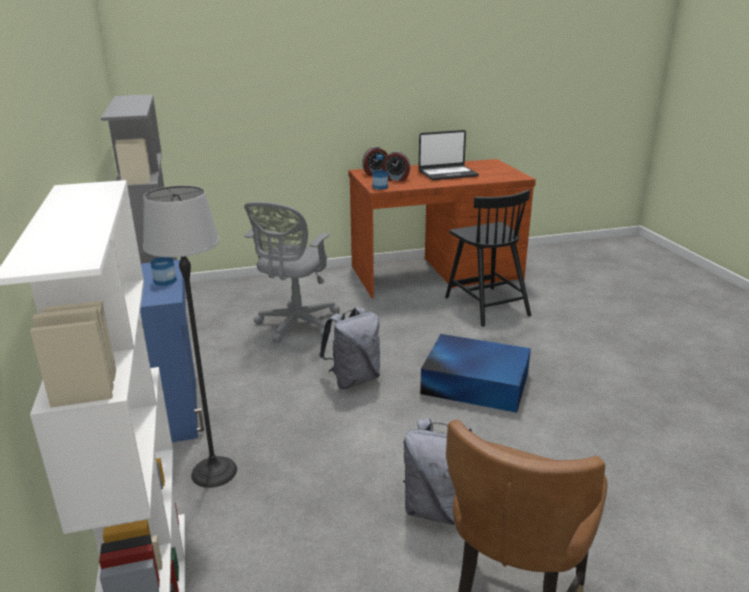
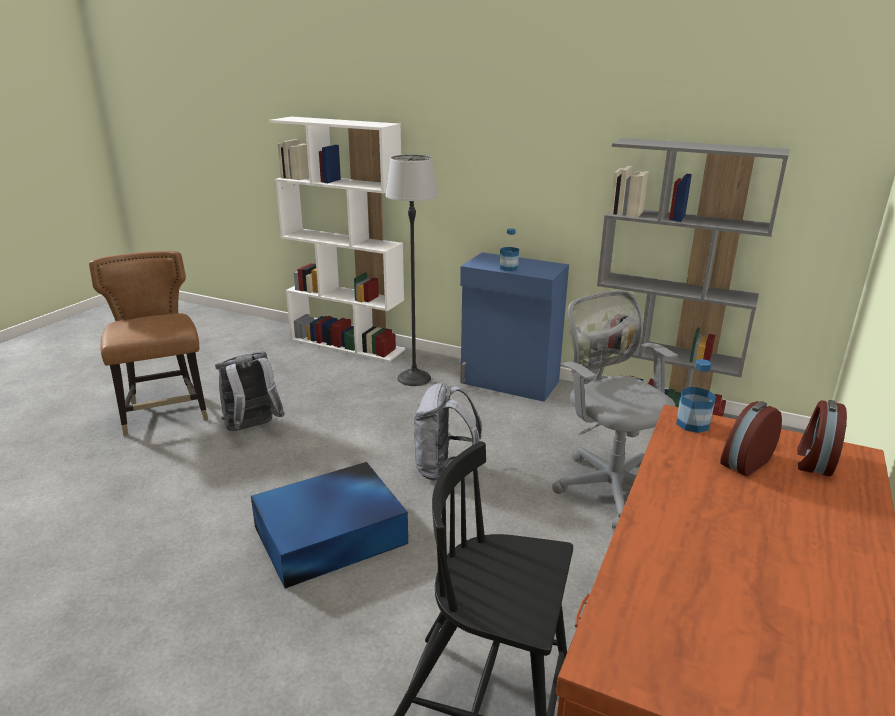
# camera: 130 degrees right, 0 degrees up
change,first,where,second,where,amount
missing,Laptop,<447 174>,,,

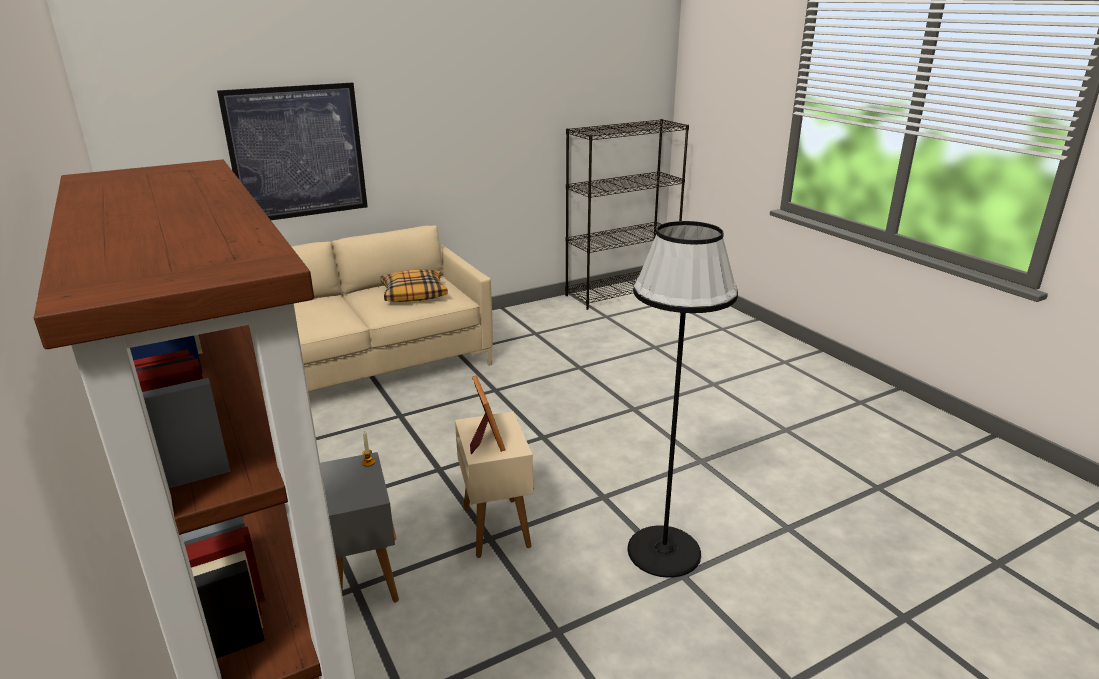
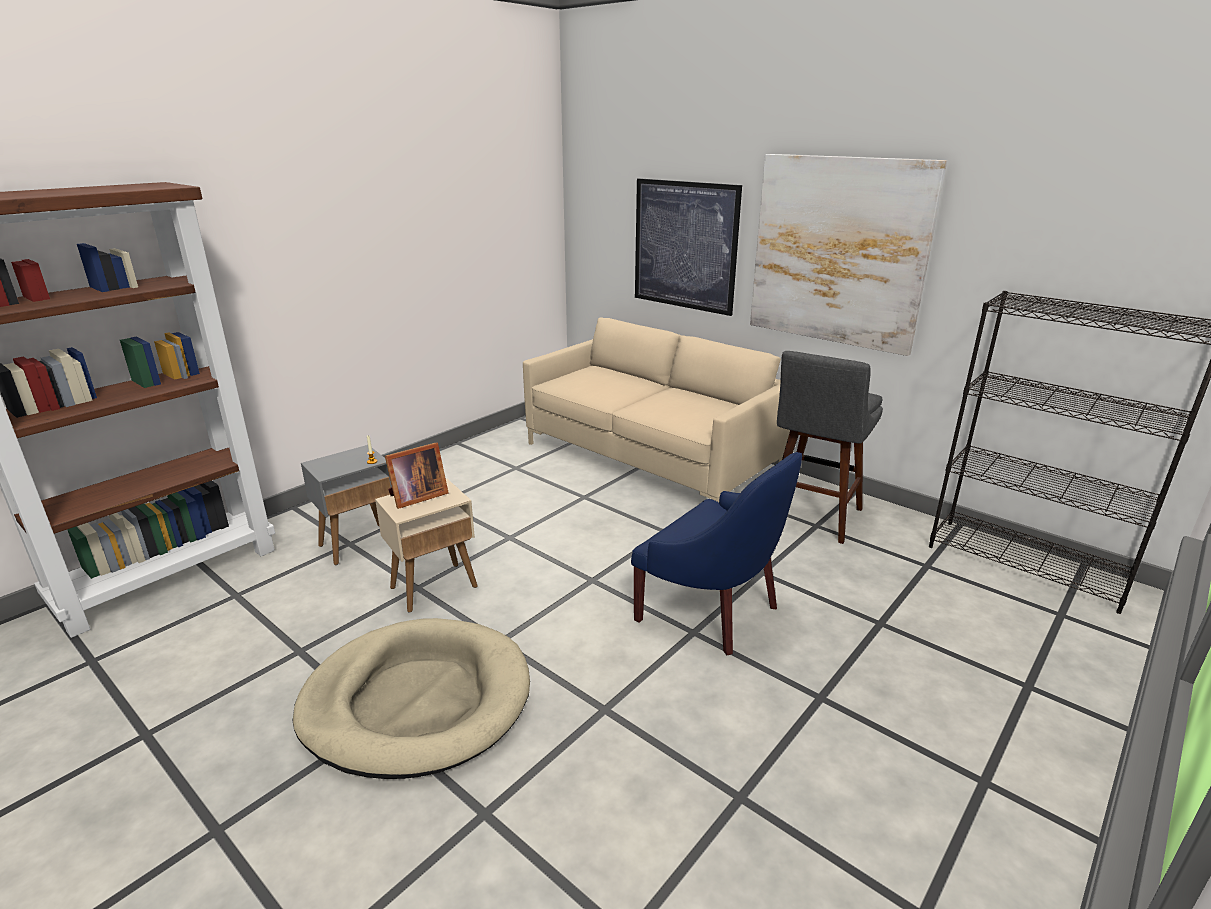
# camera: 70 degrees right, 0 degrees up
change,first,where,second,where,amount
missing,Pillow,<414 294>,,,
appeared,,,BlueArmchair,<713 611>,
appeared,,,Picture,<838 252>,
appeared,,,GreyStool,<812 518>,
exchanged,BlackFloorLamp,<664 551>,BeigeDogBed,<417 701>,

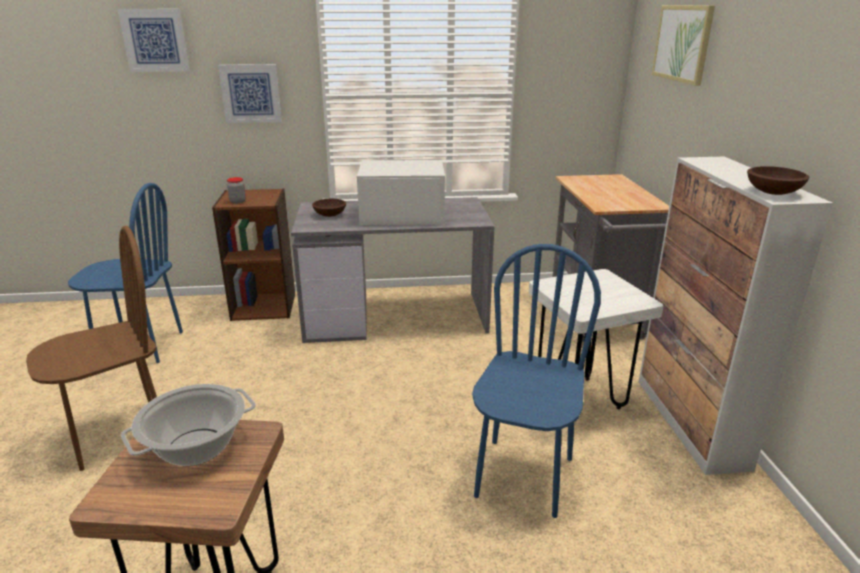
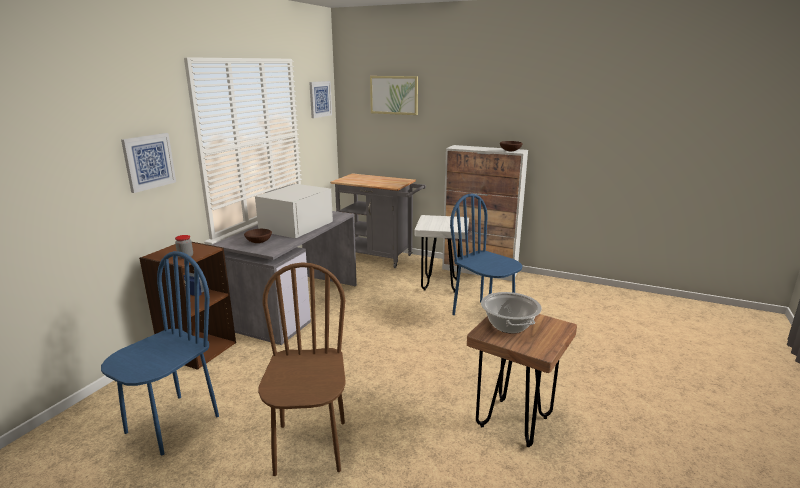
# camera: 60 degrees left, 5 degrees down
change,first,where,second,where,amount
relocated,Picture,<155 40>,,<320 99>,

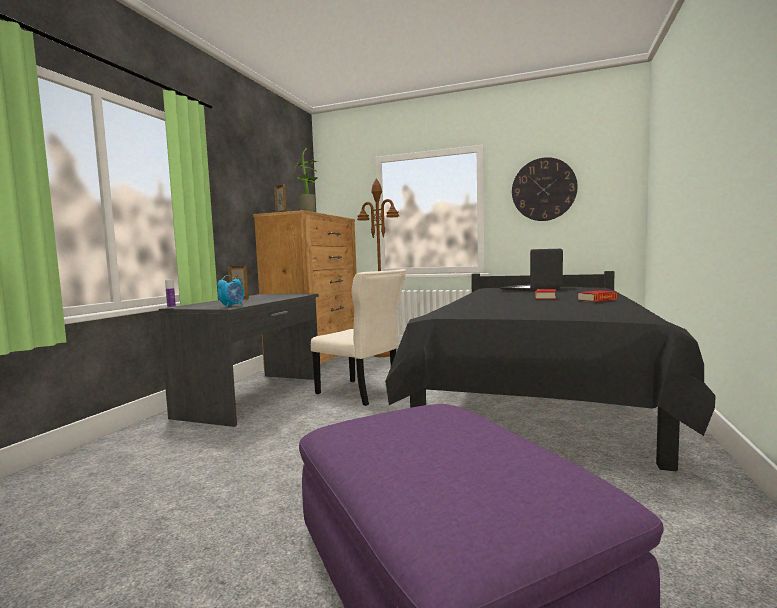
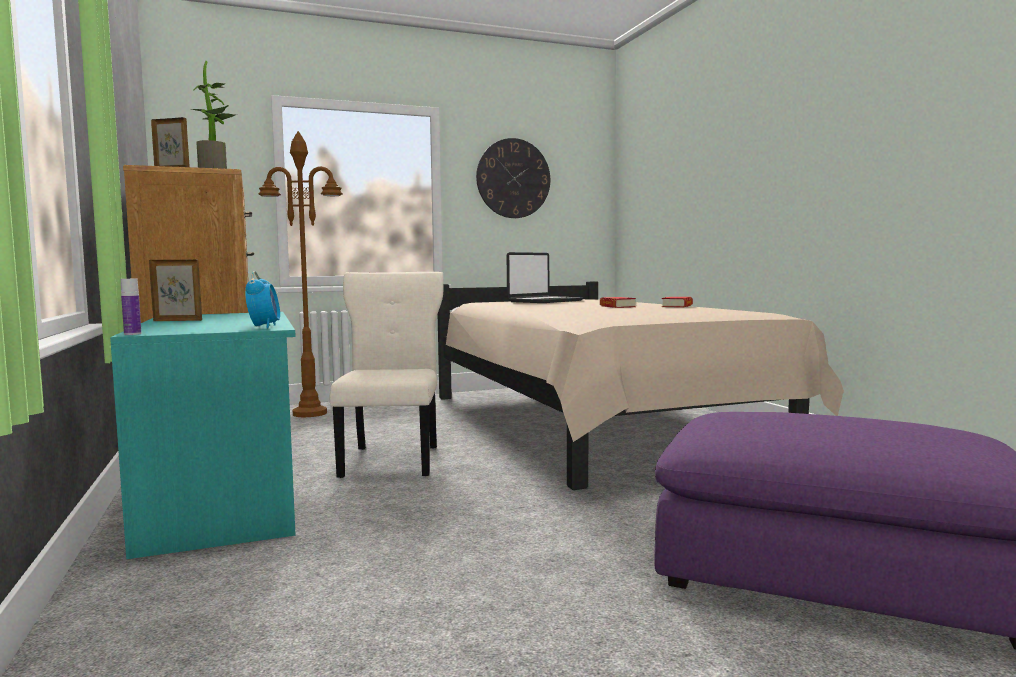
# camera: 40 degrees left, 0 degrees up
change,first,where,second,where,amount
colour,GreyDesk,<255 396>,TurquoiseDesk,<225 496>,
colour,BlackBed,<536 395>,BeigeBed,<594 425>,
spun,BeigeChair,<361 393>,,<392 459>,90 degrees counterclockwise
spun,Laptop,<532 289>,,<544 301>,150 degrees counterclockwise

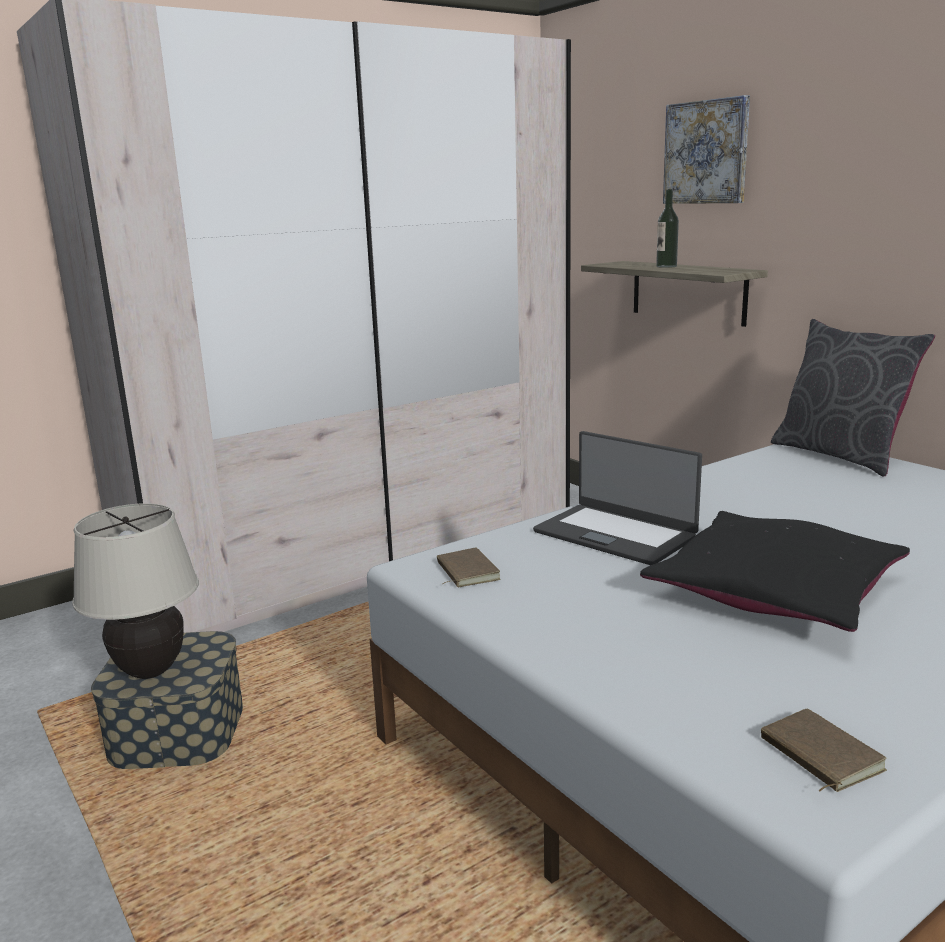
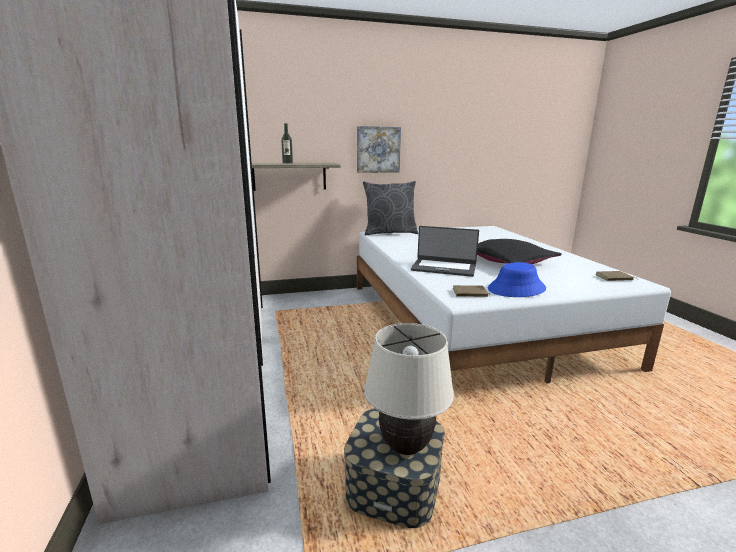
# camera: 70 degrees left, 0 degrees up
change,first,where,second,where,amount
appeared,,,BlueHat,<516 289>,
relocated,Picture,<706 152>,,<378 149>,
spun,Laptop,<615 534>,,<444 268>,45 degrees clockwise

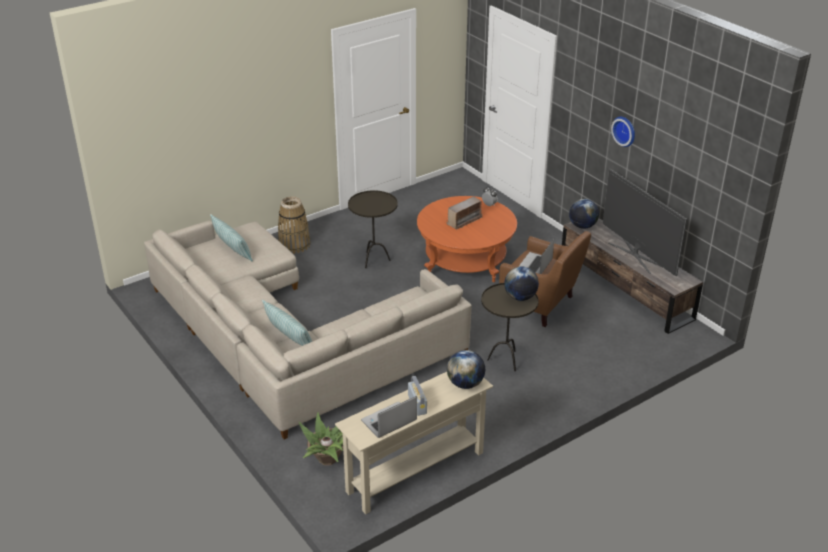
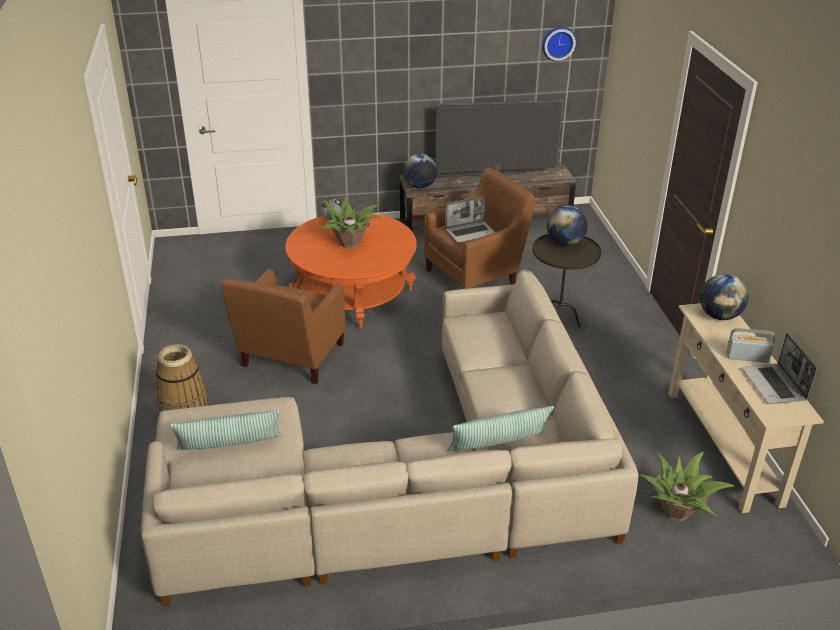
# camera: 65 degrees left, 0 degrees up
change,first,where,second,where,amount
relocated,WallClock,<625 131>,,<558 43>,
exchanged,BrownSideTable,<374 260>,BrownArmchair,<289 359>,
exchanged,Radio,<464 221>,PottedPlant,<350 244>,
spun,Laptop,<535 266>,,<470 232>,75 degrees counterclockwise

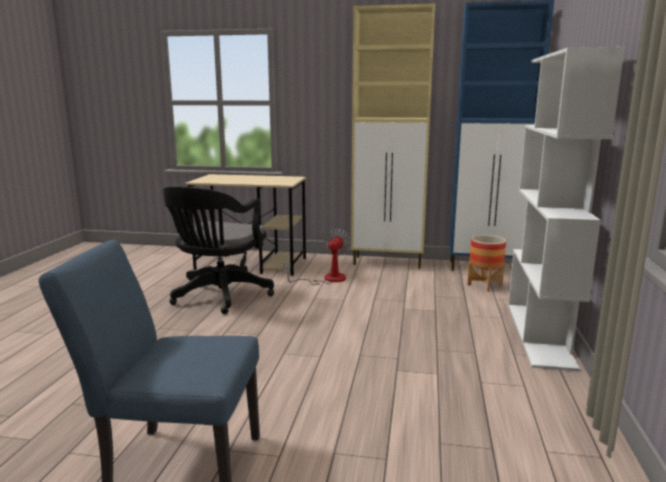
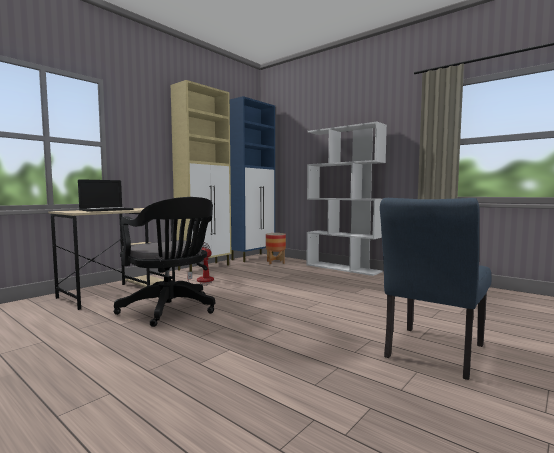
# camera: 60 degrees left, 10 degrees down
change,first,where,second,where,amount
appeared,,,Laptop,<106 210>,

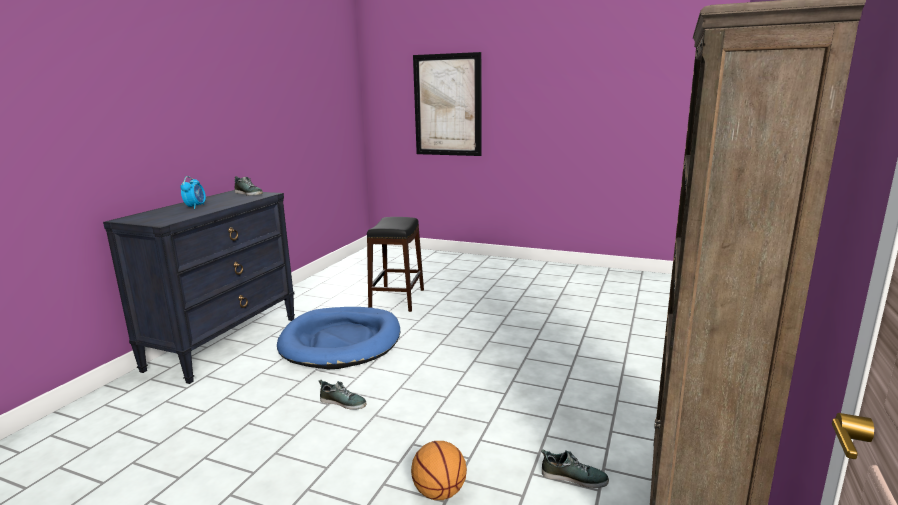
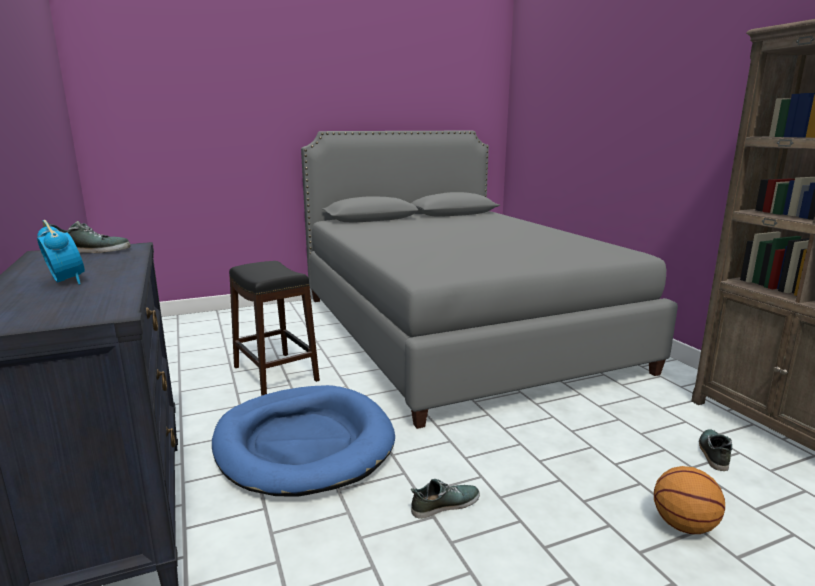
# camera: 45 degrees left, 0 degrees up
change,first,where,second,where,amount
missing,Picture,<447 105>,,,
appeared,,,GreyBed,<456 331>,
spun,Shoe,<574 477>,,<713 453>,45 degrees counterclockwise

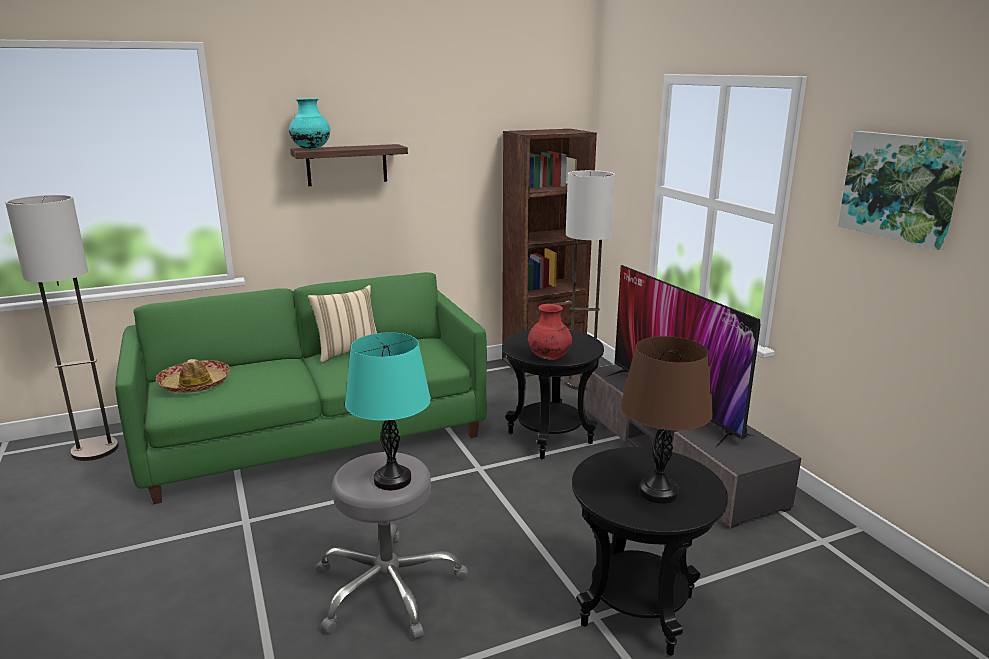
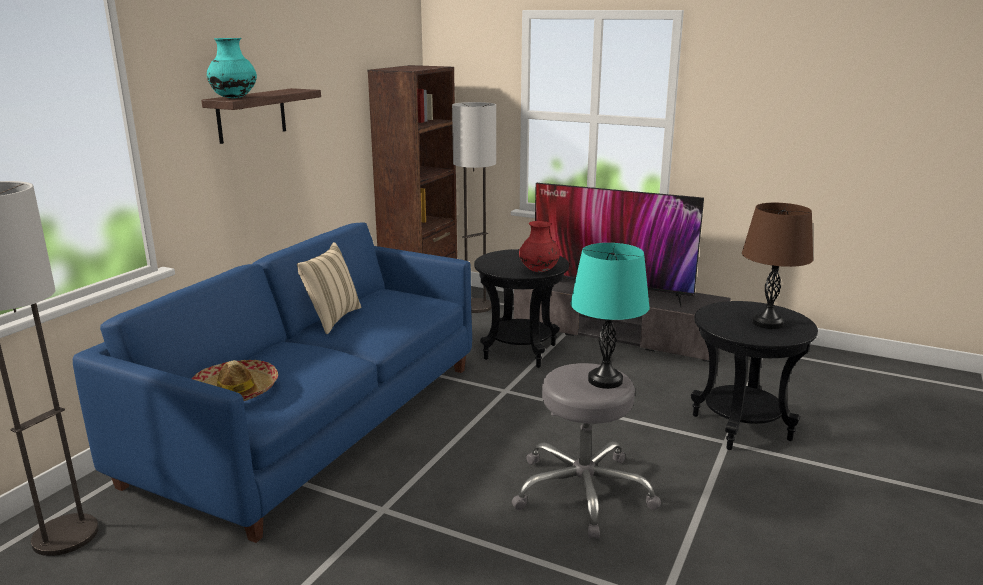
# camera: 40 degrees left, 0 degrees up
change,first,where,second,where,amount
missing,Picture,<900 187>,,,
colour,GreenSofa,<315 434>,BlueSofa,<314 421>,

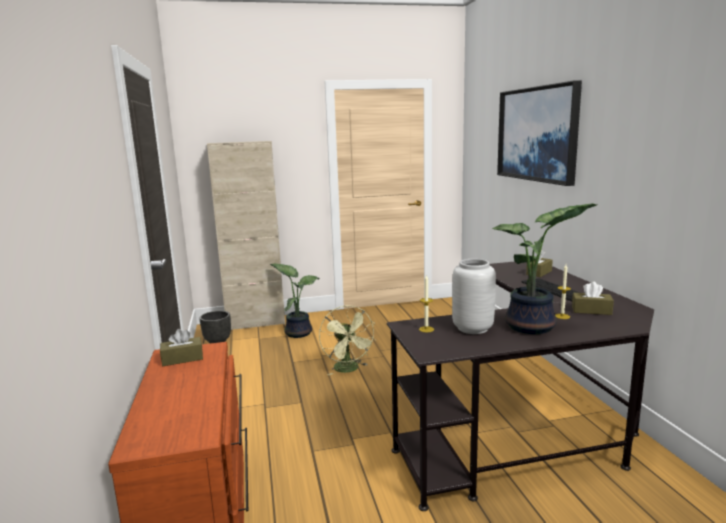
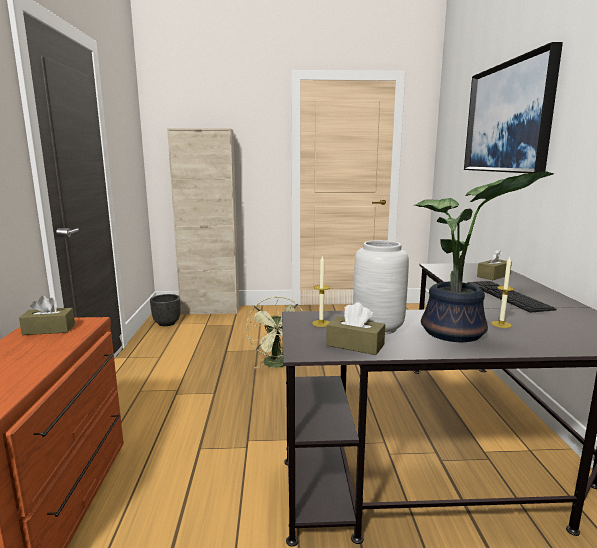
# camera: 10 degrees right, 0 degrees up
change,first,where,second,where,amount
missing,PottedPlant,<298 332>,,,
relocated,BrownTissueBox,<591 310>,,<355 345>,

